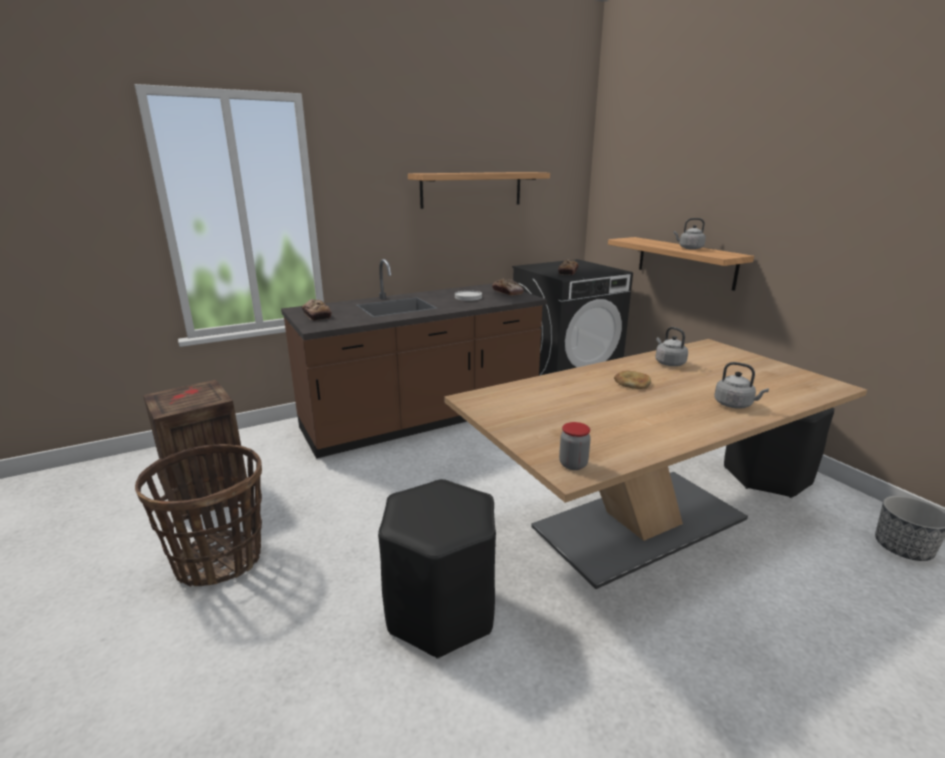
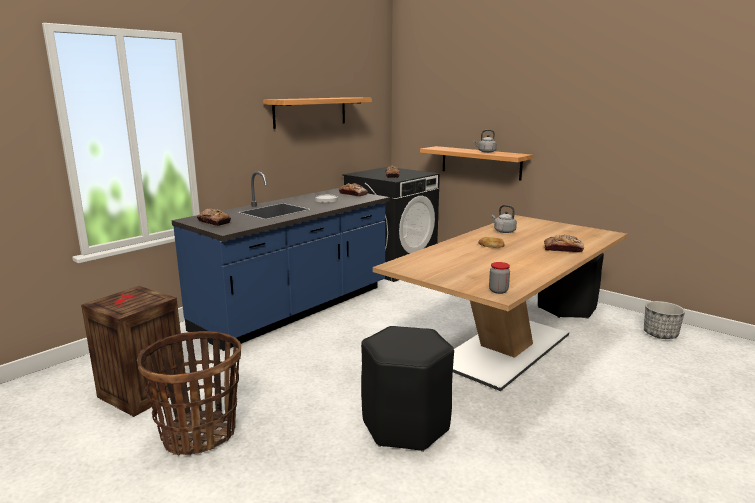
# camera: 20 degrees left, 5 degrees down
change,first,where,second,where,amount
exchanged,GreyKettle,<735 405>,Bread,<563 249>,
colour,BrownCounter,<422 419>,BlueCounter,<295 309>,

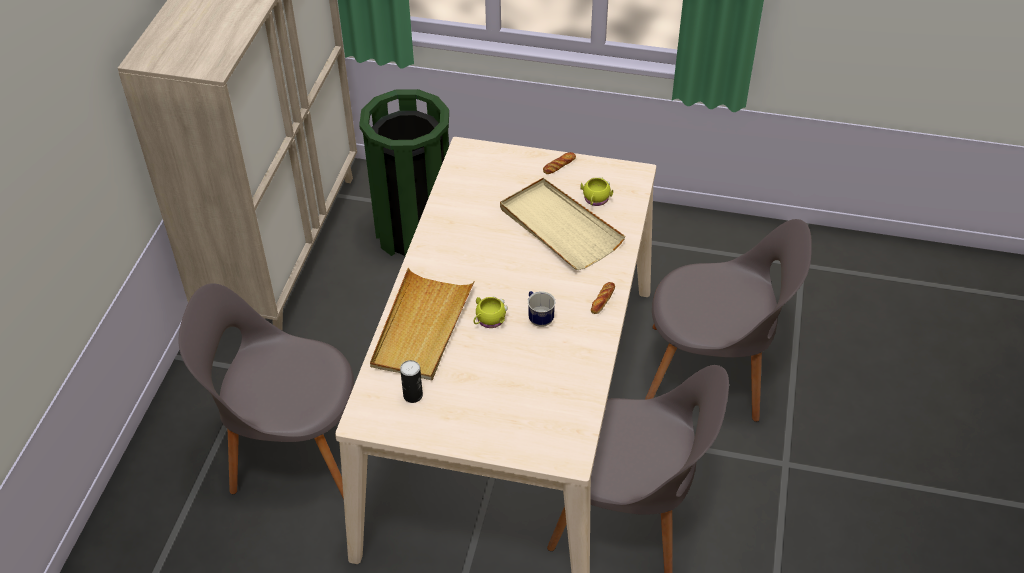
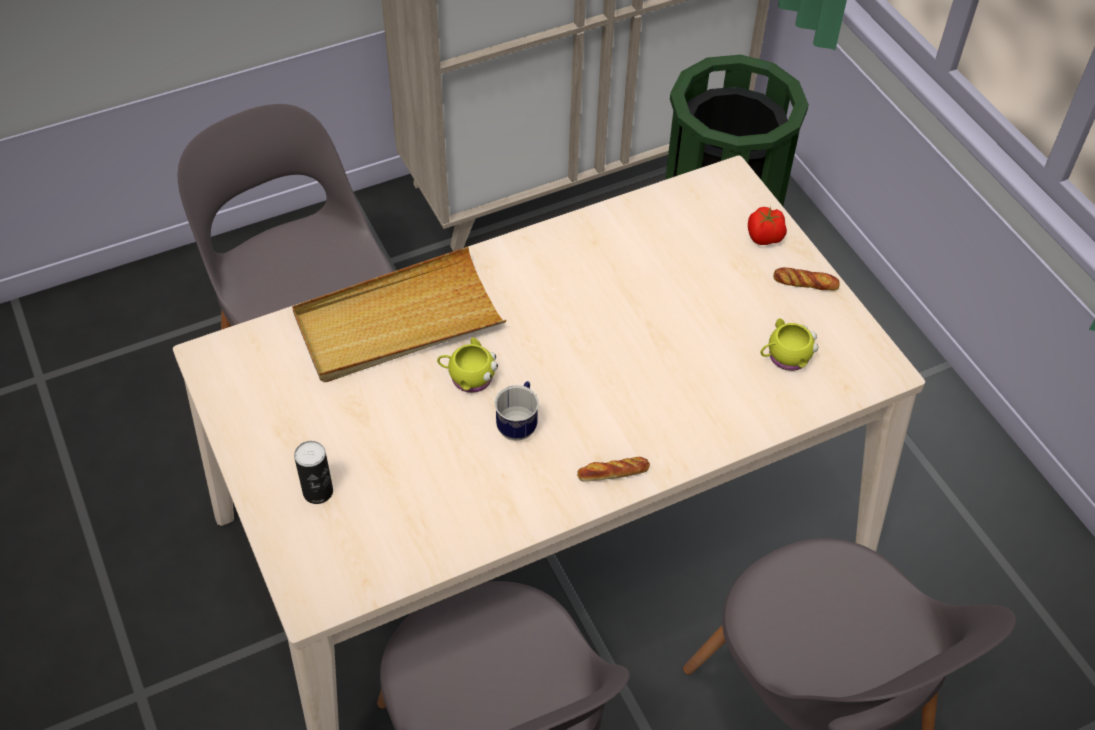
# camera: 50 degrees right, 5 degrees up
change,first,where,second,where,amount
missing,BeigeTray,<559 227>,,,
appeared,,,Tomato,<765 237>,
relocated,Can,<413 395>,,<318 491>,

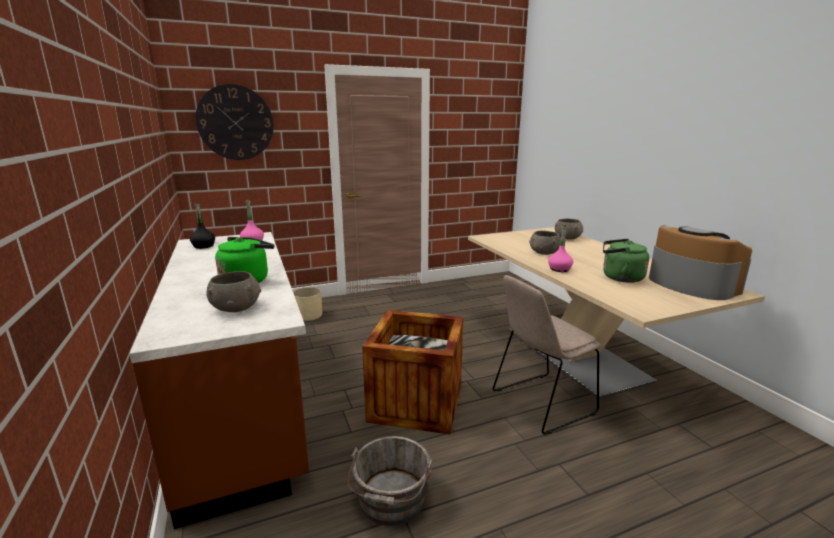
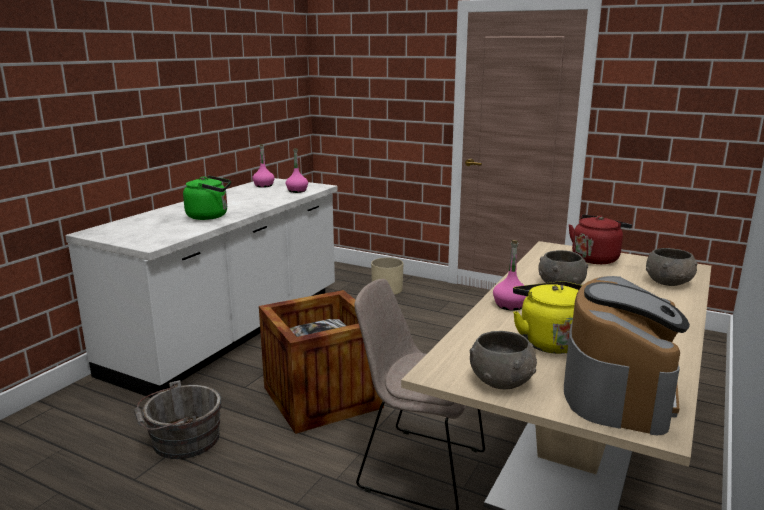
# camera: 50 degrees right, 0 degrees up
change,first,where,second,where,amount
missing,WallClock,<235 122>,,,
appeared,,,RedKettle,<596 258>,
relocated,GreyBowl,<236 307>,,<501 380>,
colour,BrownCounter,<244 401>,WhiteCounter,<232 331>,
colour,BlackBottle,<203 246>,PinkBottle,<264 185>,
colour,GreenKettle,<619 278>,YellowKettle,<548 341>,

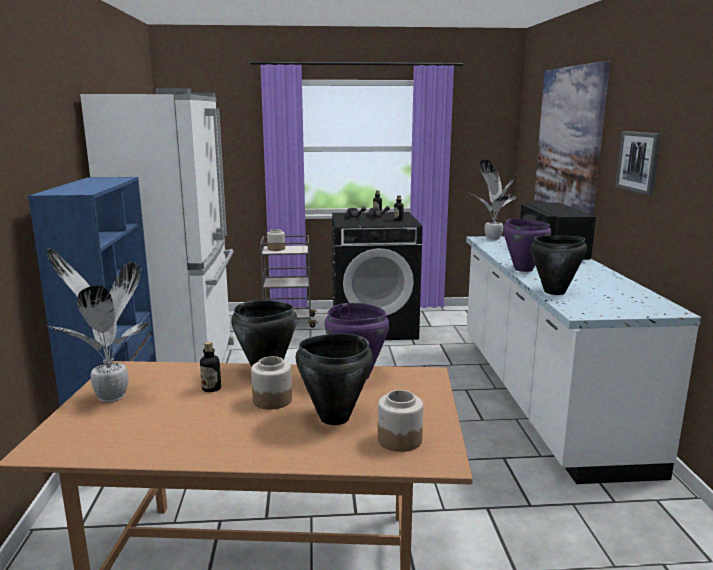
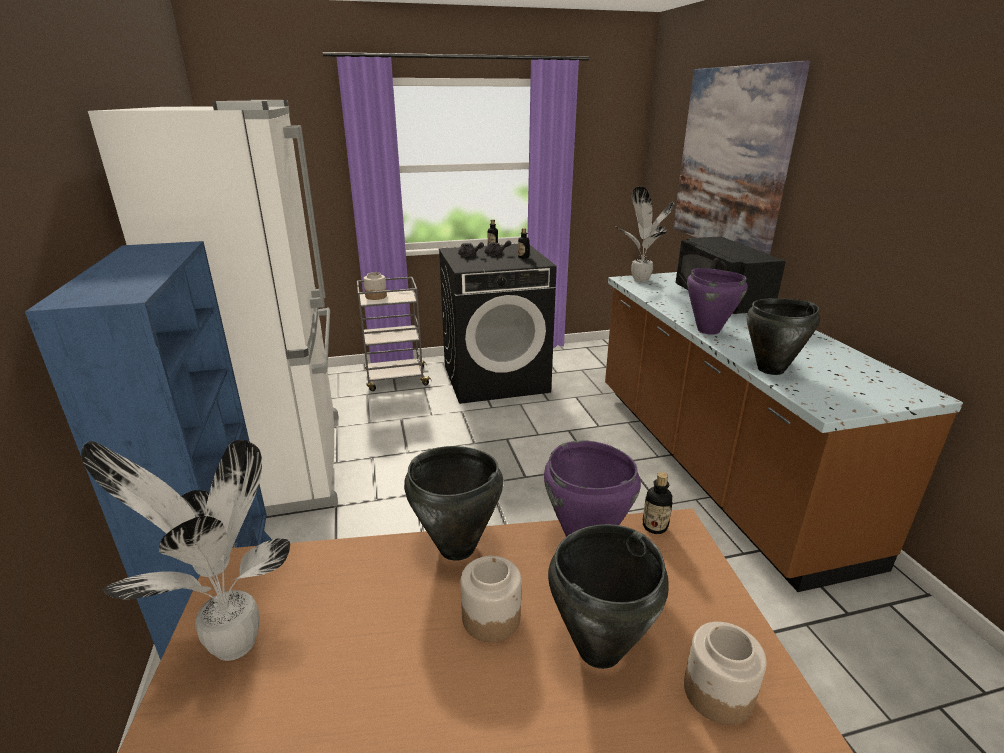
# camera: 10 degrees left, 10 degrees up
change,first,where,second,where,amount
missing,Picture,<639 162>,,,
relocated,Bottle,<211 388>,,<654 526>,
colour,WhiteCounter,<543 397>,BrownCounter,<712 464>,

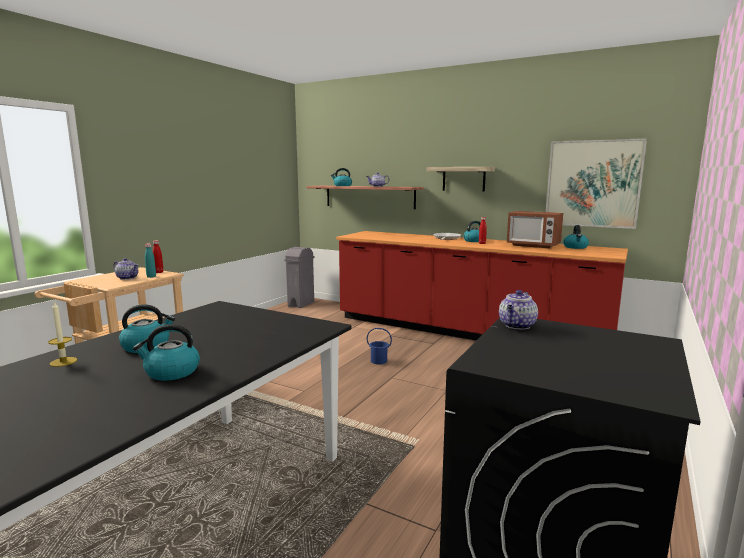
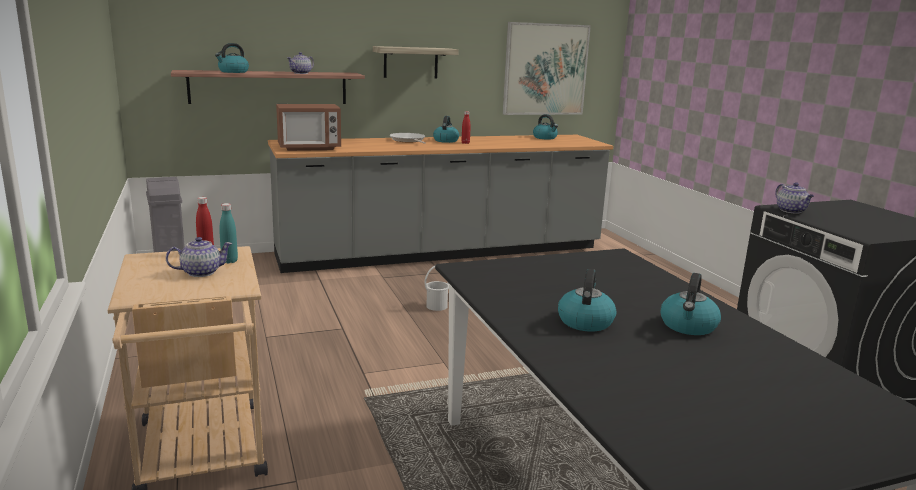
# camera: 50 degrees left, 5 degrees up
change,first,where,second,where,amount
missing,Candle,<63 362>,,,
relocated,Microwave,<533 245>,,<309 148>,
colour,RedCounter,<465 332>,GreyCounter,<442 253>,
colour,BlueBucket,<379 361>,WhiteBucket,<437 306>,

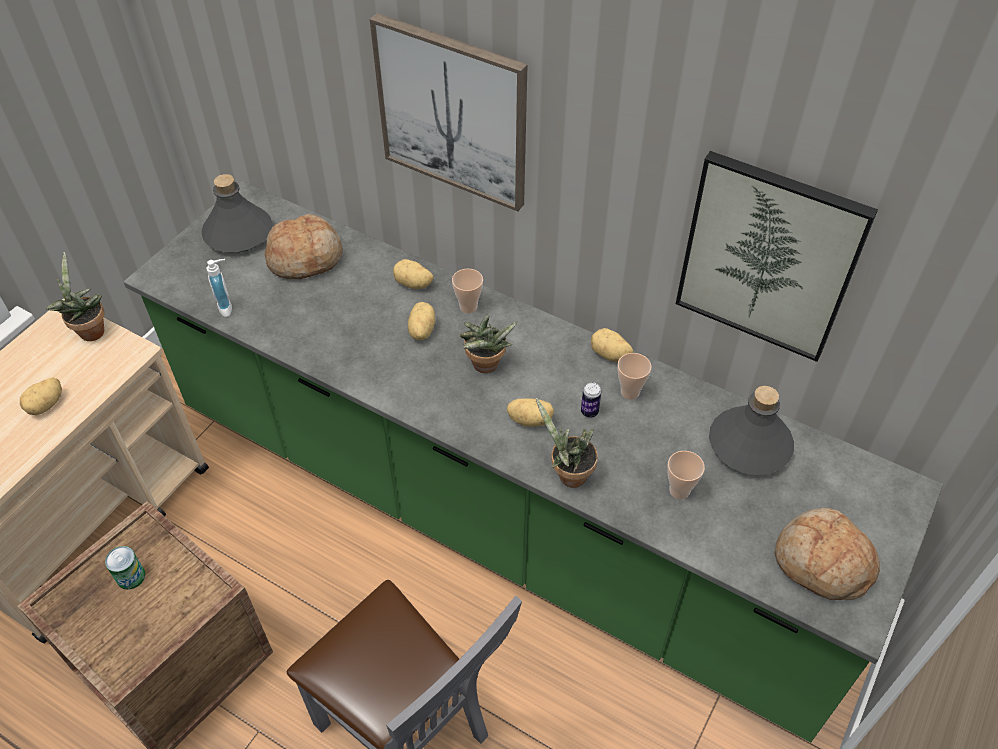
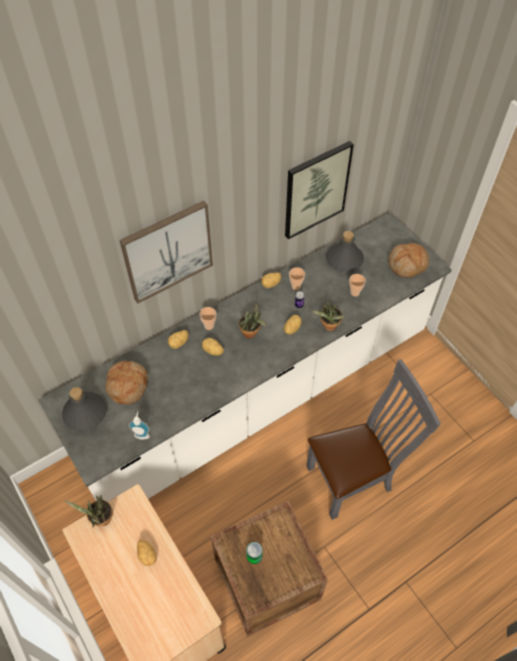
# camera: 65 degrees left, 5 degrees up
change,first,where,second,where,amount
colour,GreenCounter,<499 513>,WhiteCounter,<258 396>,

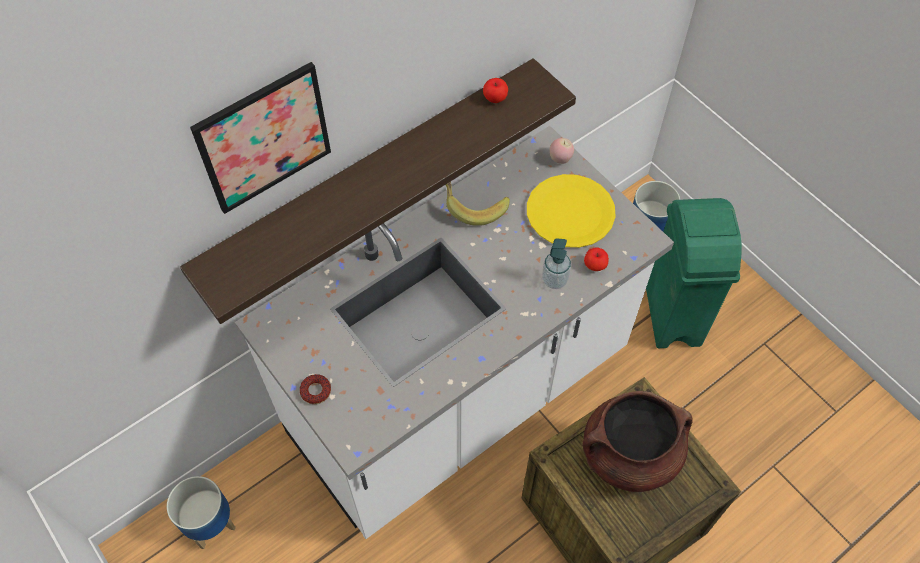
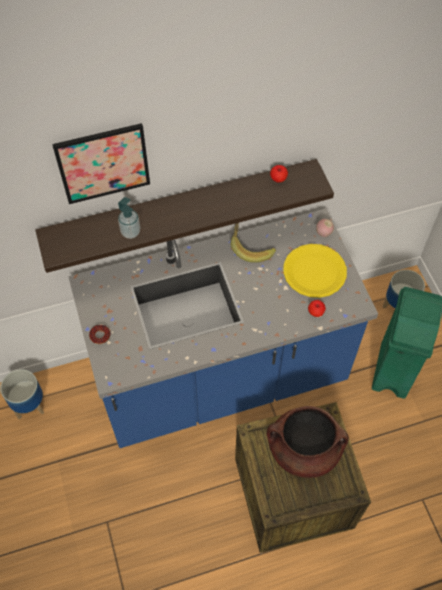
# camera: 20 degrees right, 0 degrees up
change,first,where,second,where,amount
relocated,SoapDispenser,<554 280>,,<130 232>,
colour,WhiteCounter,<460 396>,BlueCounter,<221 377>,

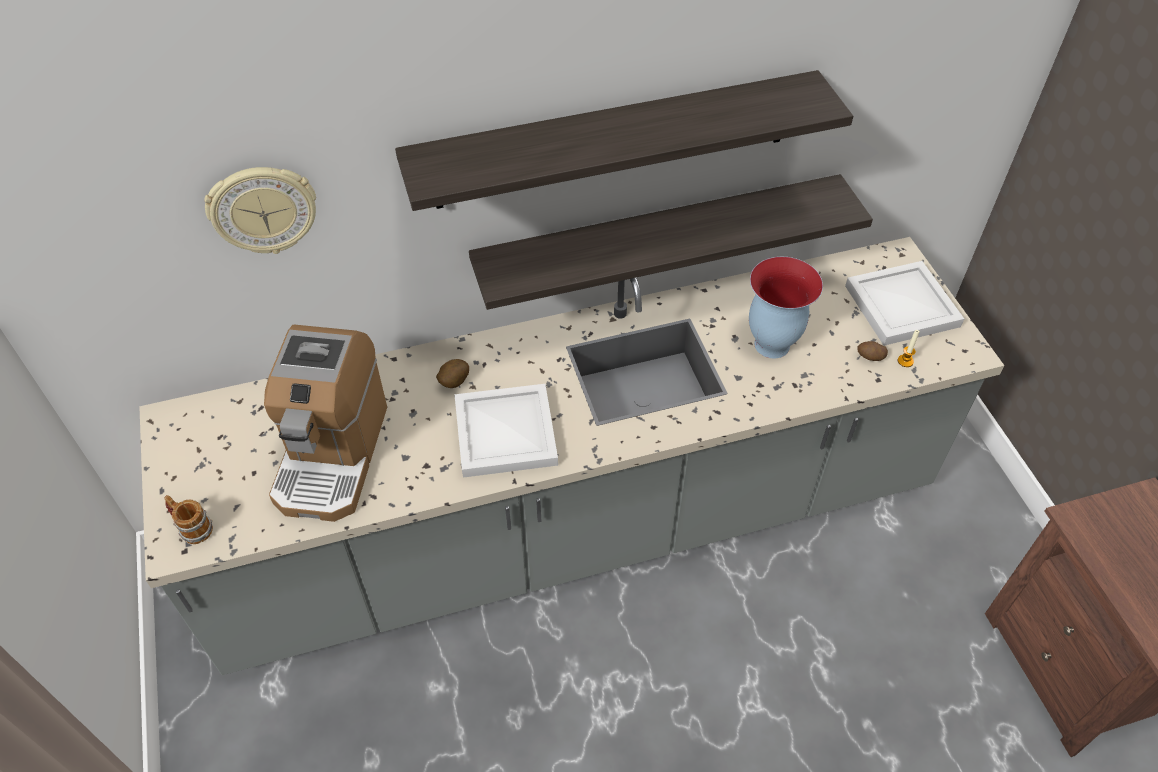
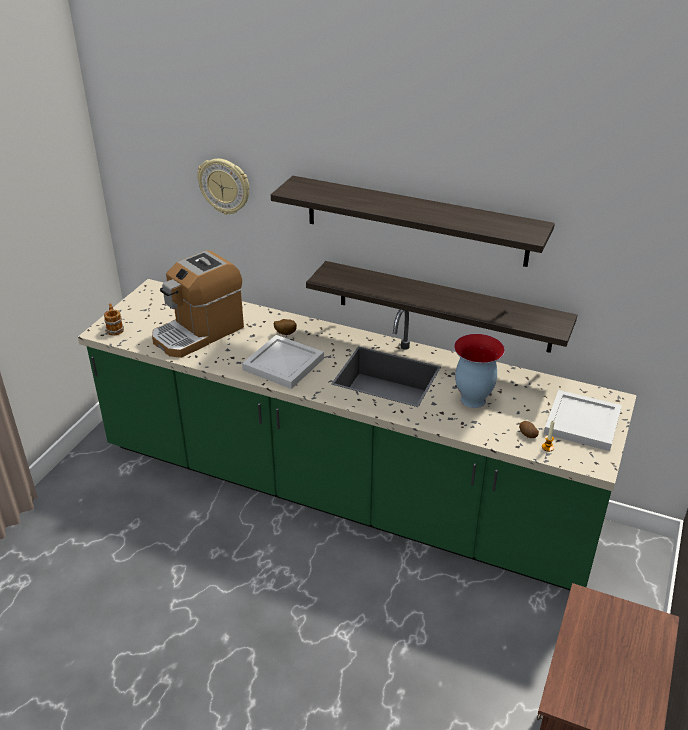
# camera: 40 degrees right, 15 degrees down
change,first,where,second,where,amount
colour,GreyCounter,<579 524>,GreenCounter,<344 490>,

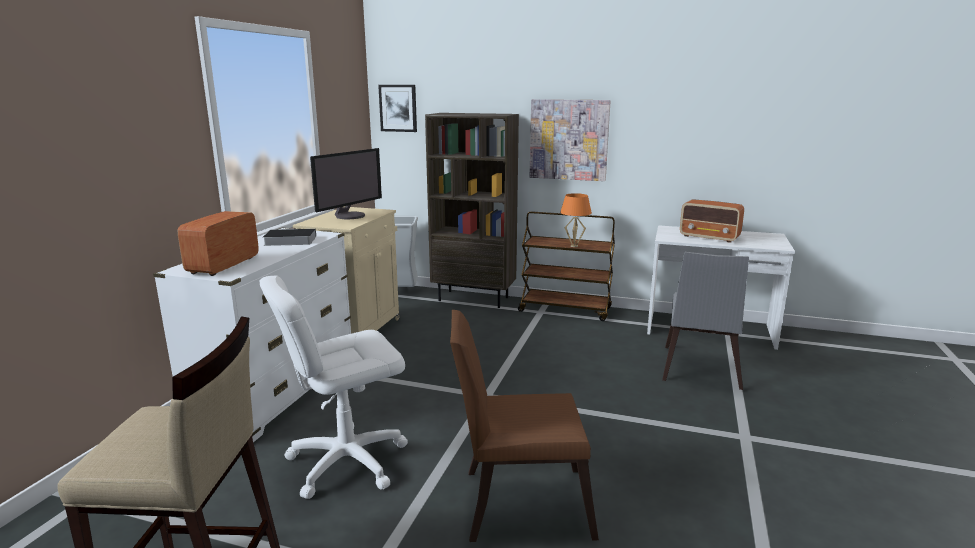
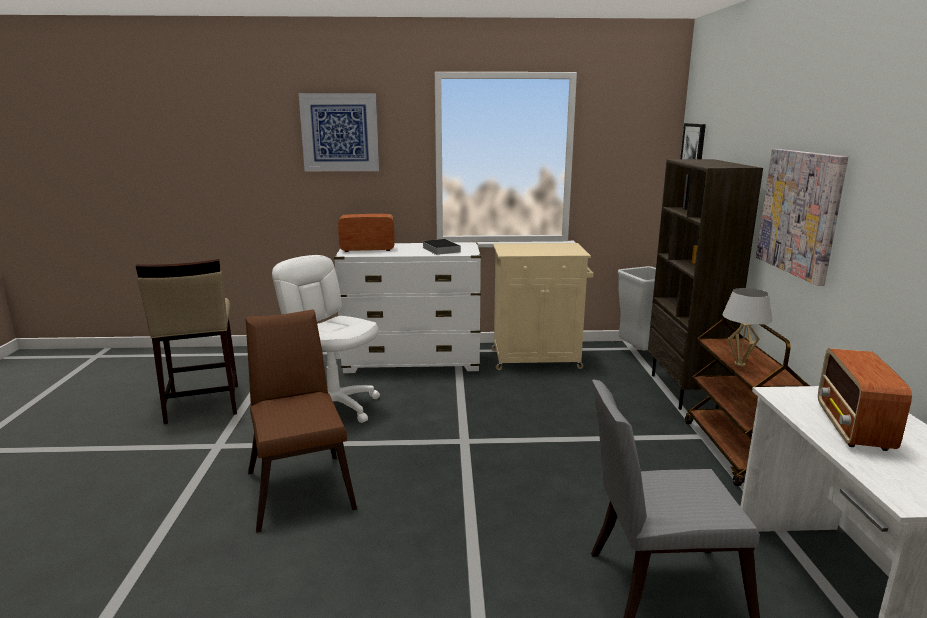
# camera: 70 degrees right, 0 degrees up
change,first,where,second,where,amount
missing,Monitor,<350 216>,,,
appeared,,,Picture,<340 132>,
colour,OrangeTableLamp,<574 246>,WhiteTableLamp,<740 364>,

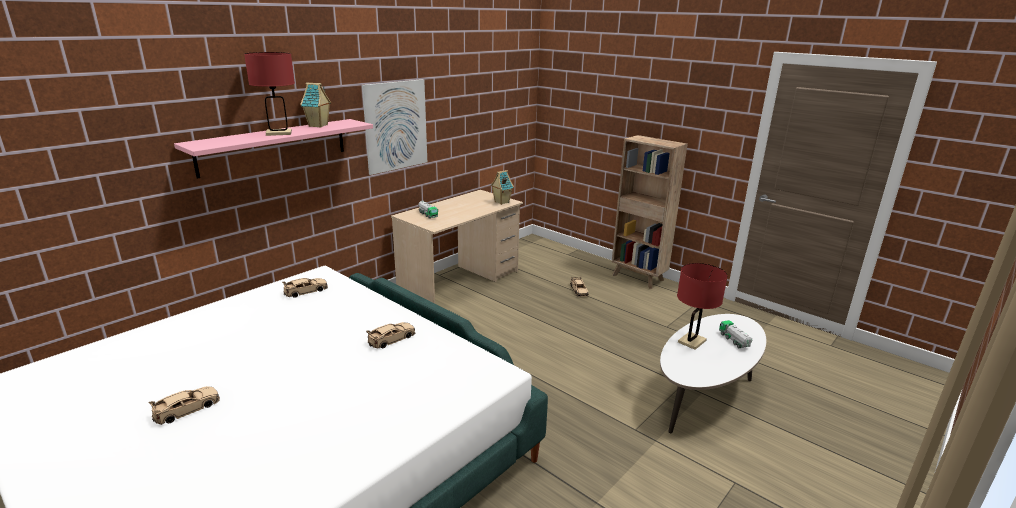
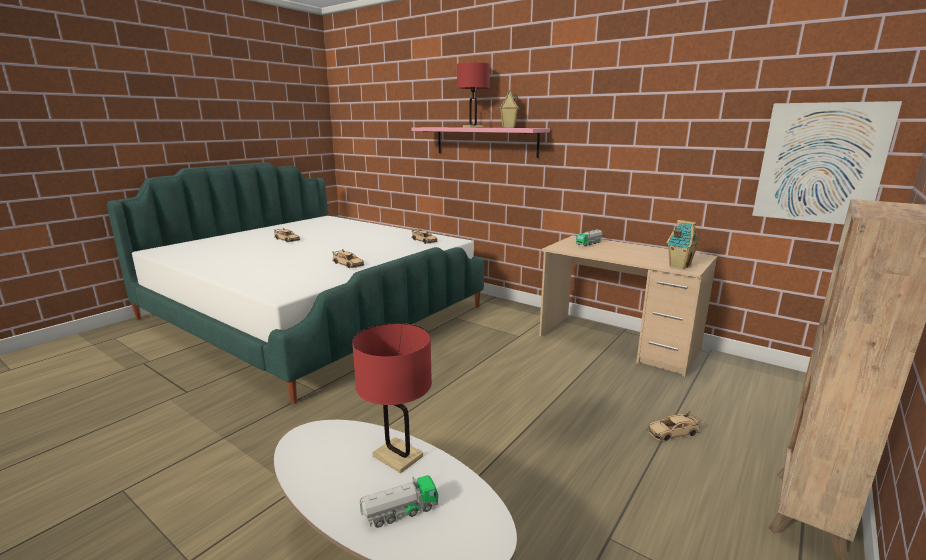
# camera: 85 degrees right, 5 degrees down
change,first,where,second,where,amount
relocated,Picture,<396 126>,,<820 163>,

